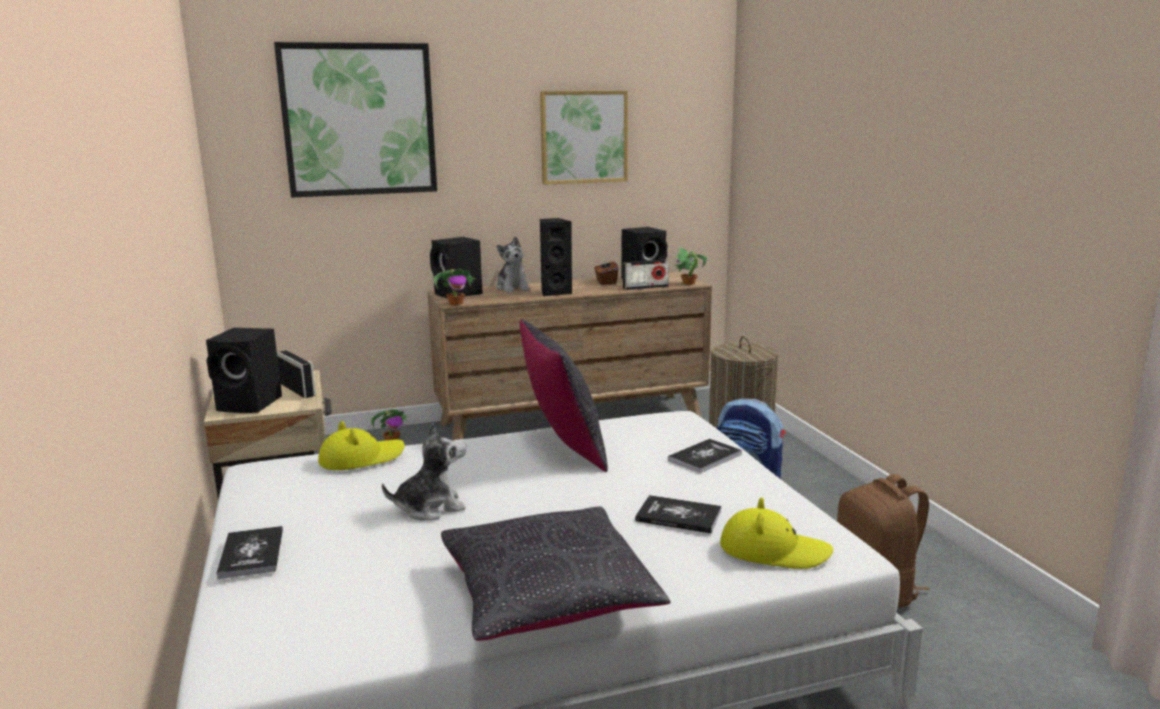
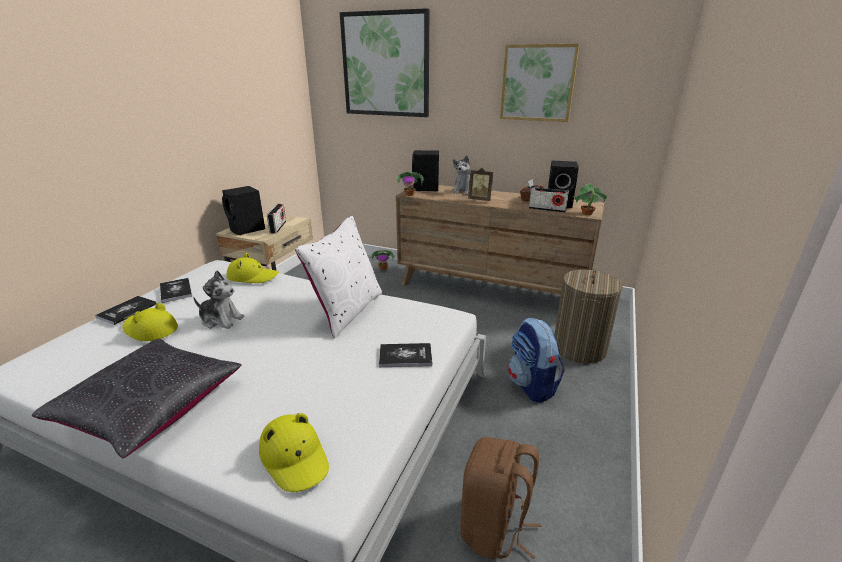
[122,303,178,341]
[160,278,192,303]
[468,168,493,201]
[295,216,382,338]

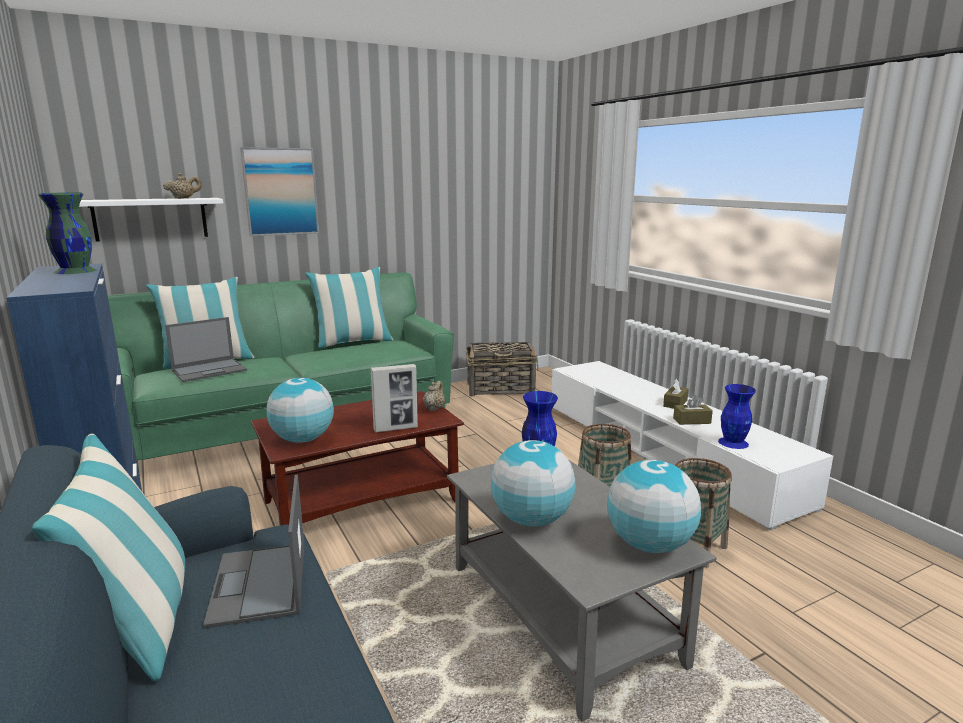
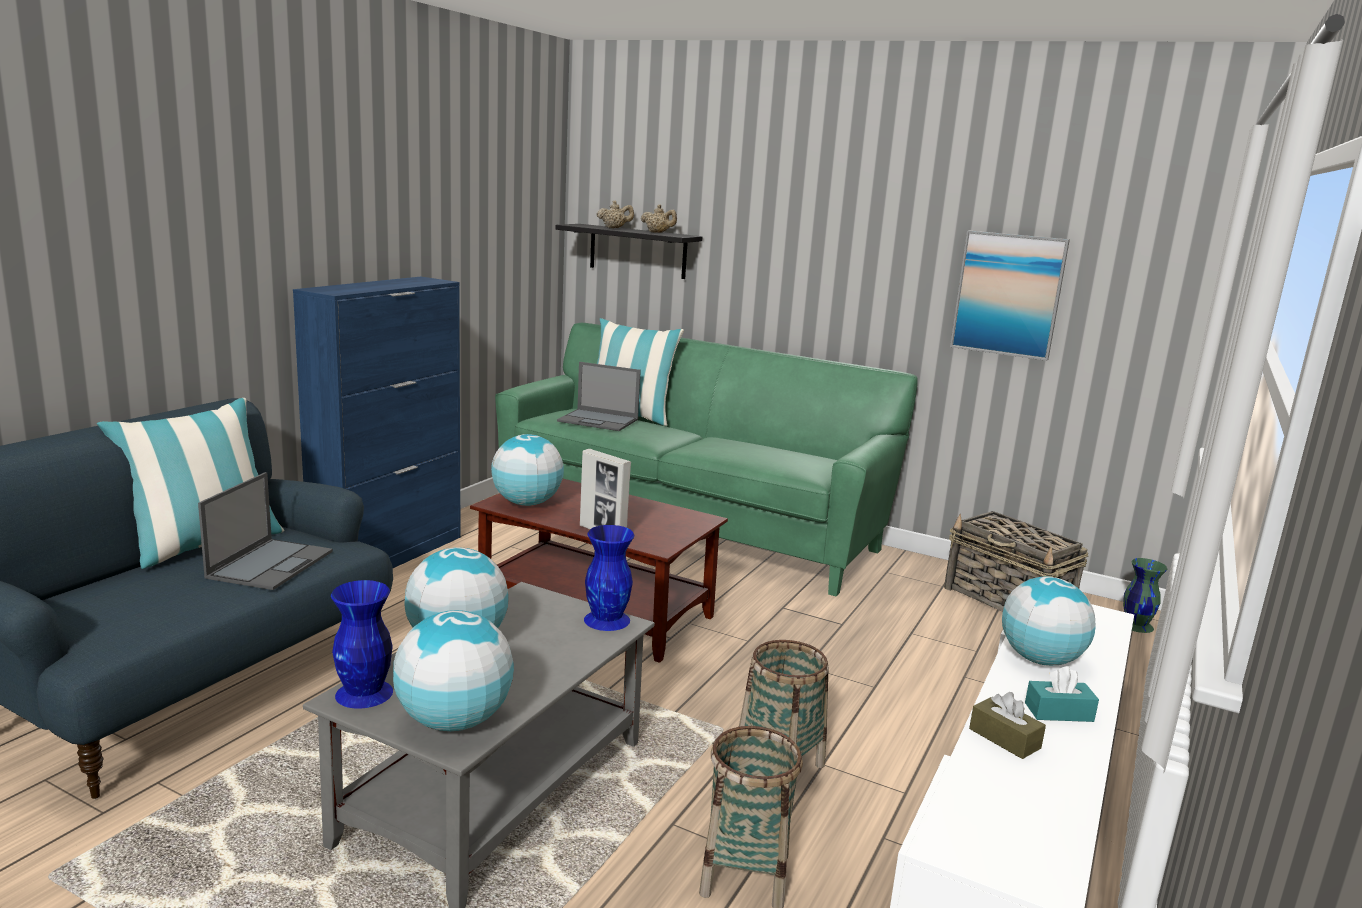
[305,267,394,348] (first image)
[1002,577,1096,666]
[1123,558,1167,633]
[950,231,1070,361]
[596,201,634,228]
[331,580,393,709]
[555,224,702,279]
[1025,666,1099,722]
[198,472,333,590]

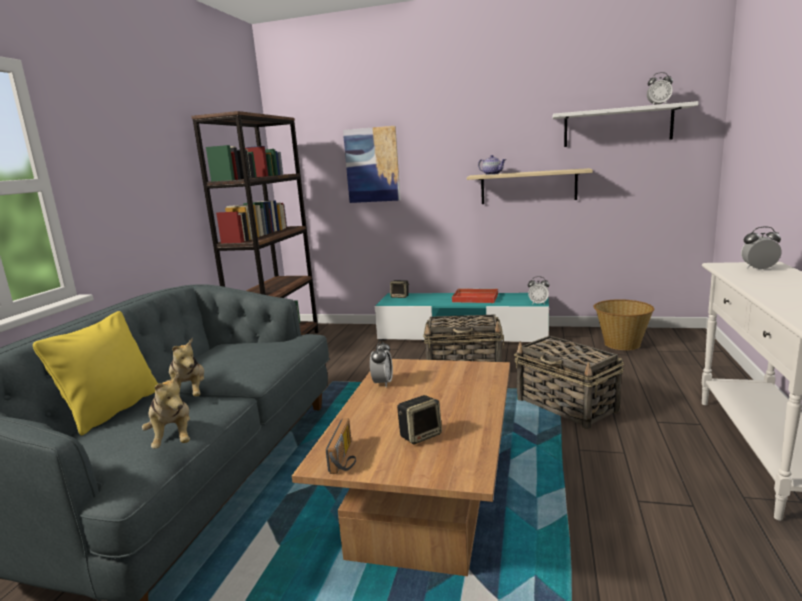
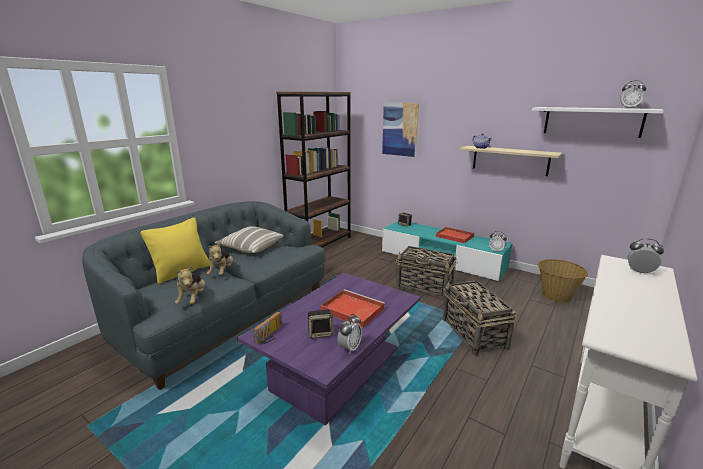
[215,226,284,253]
[320,289,385,328]
[338,314,362,354]
[237,273,420,426]

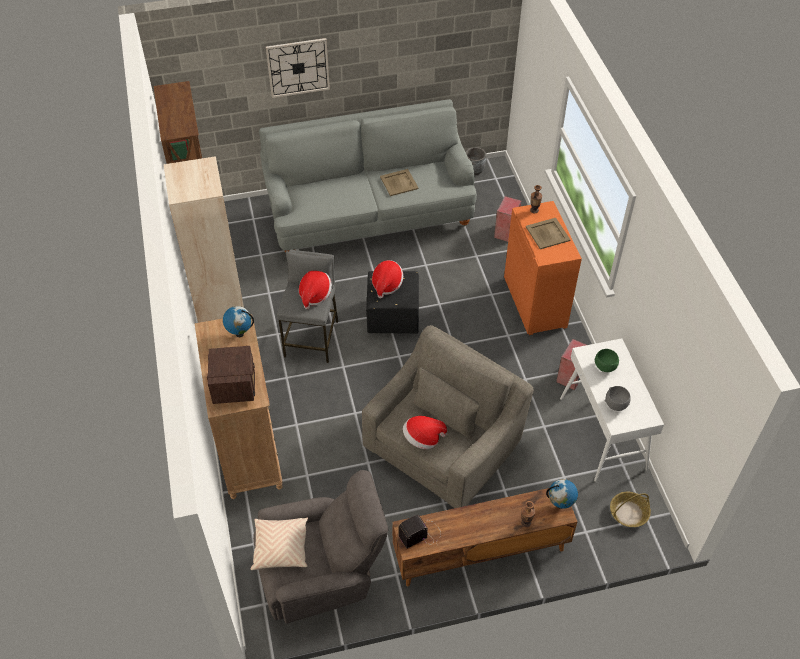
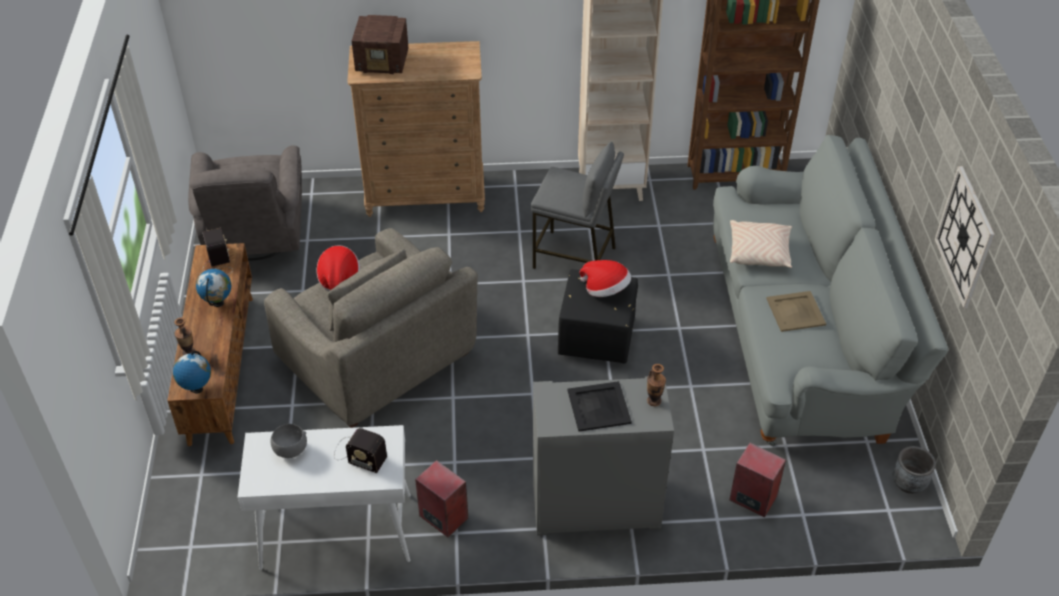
[299,271,332,309] (first image)
[610,492,651,527] (first image)
[196,269,231,307]
[730,220,792,268]
[935,166,995,308]
[334,428,387,473]
[533,376,674,536]
[567,381,632,432]

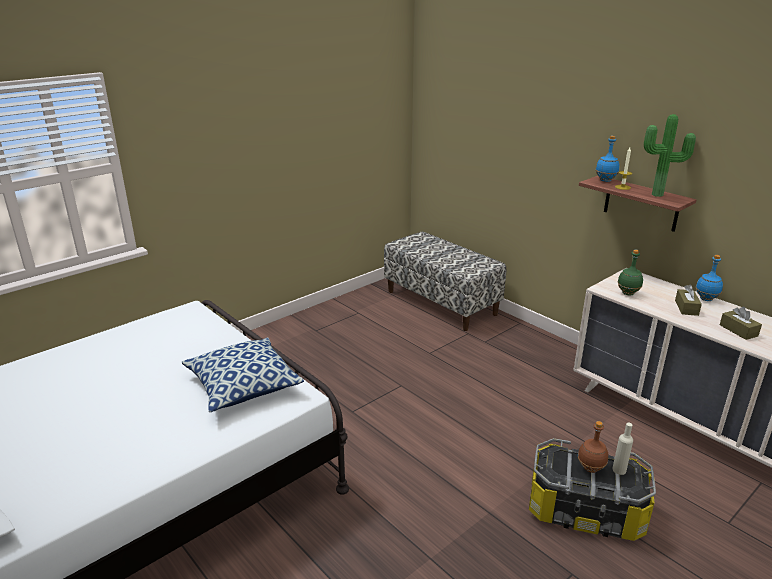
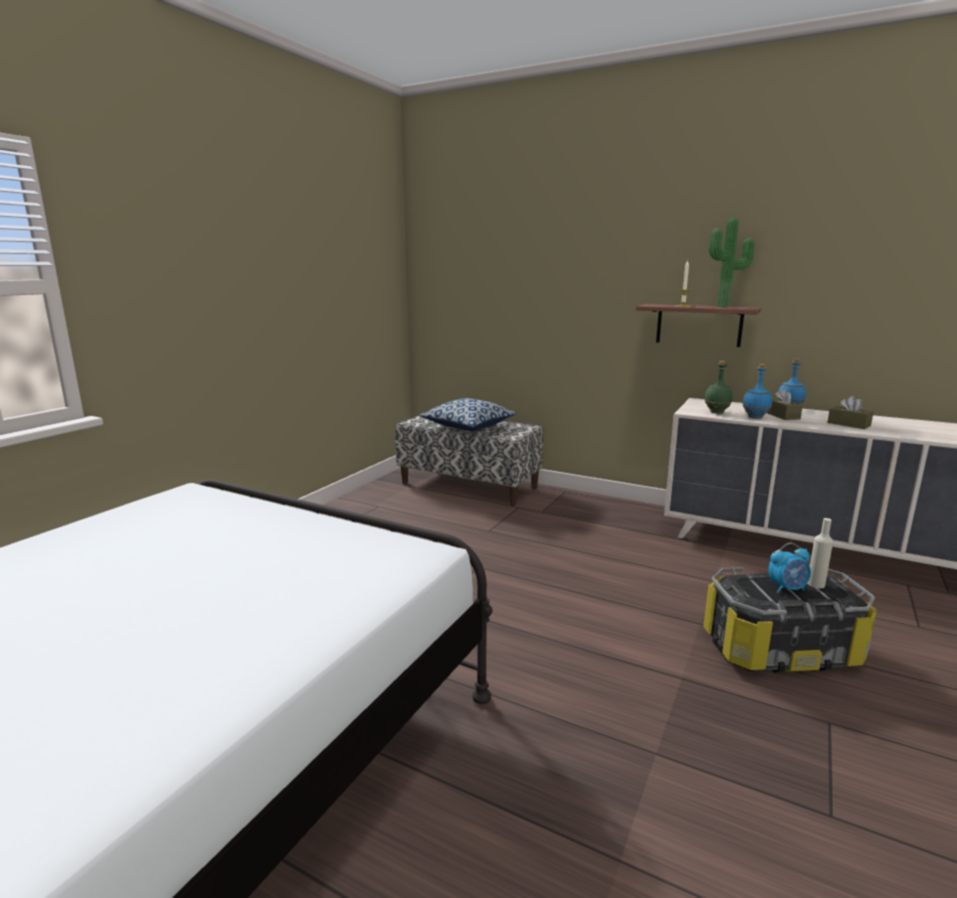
[419,398,516,431]
[743,364,772,419]
[768,543,811,593]

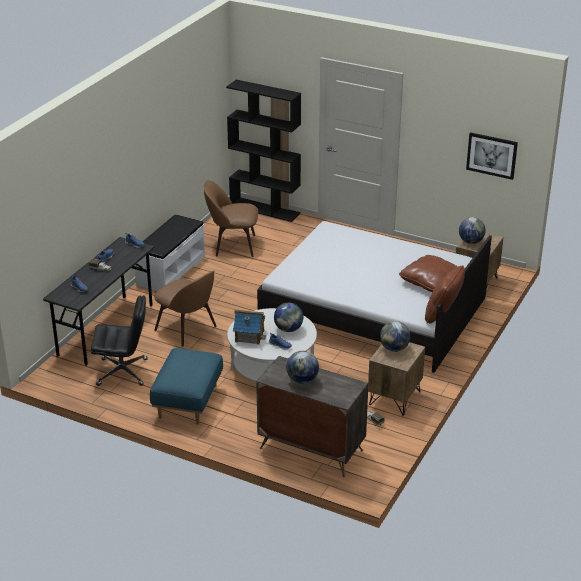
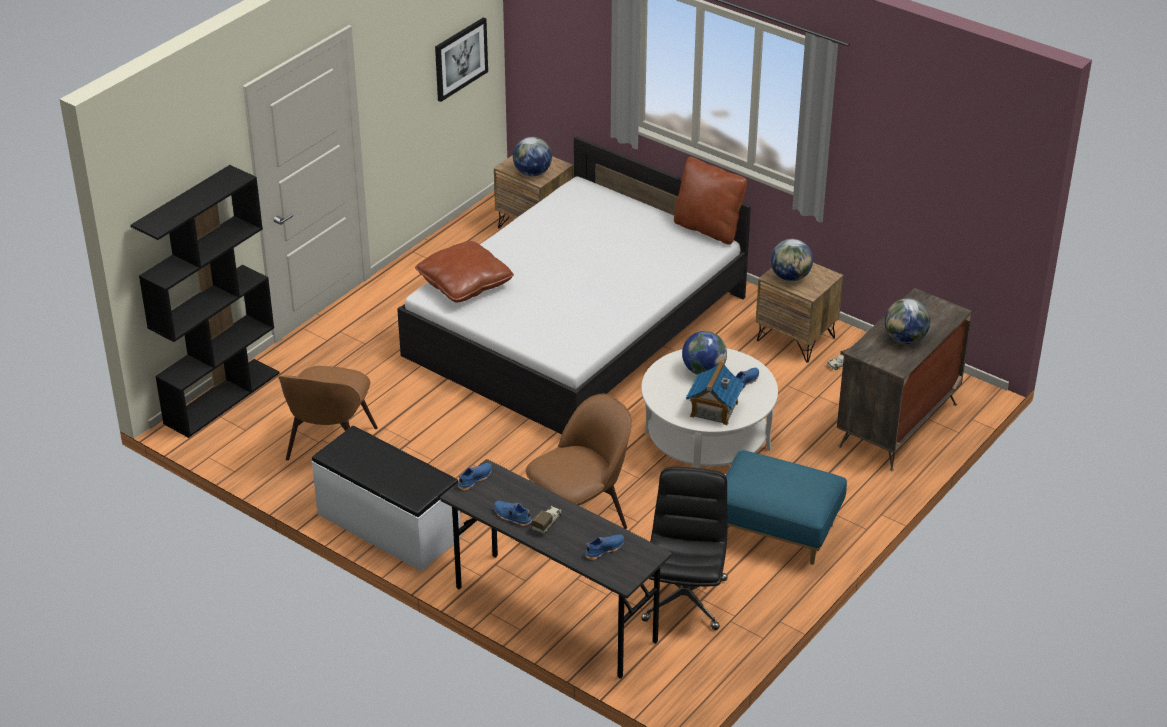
[415,241,514,302]

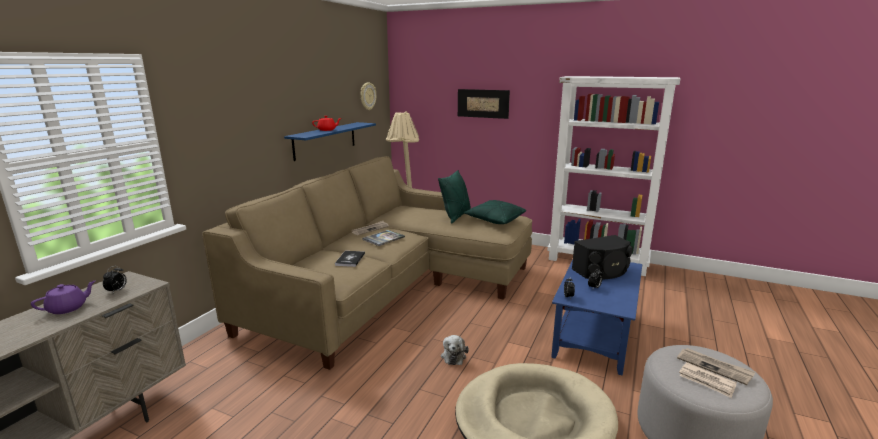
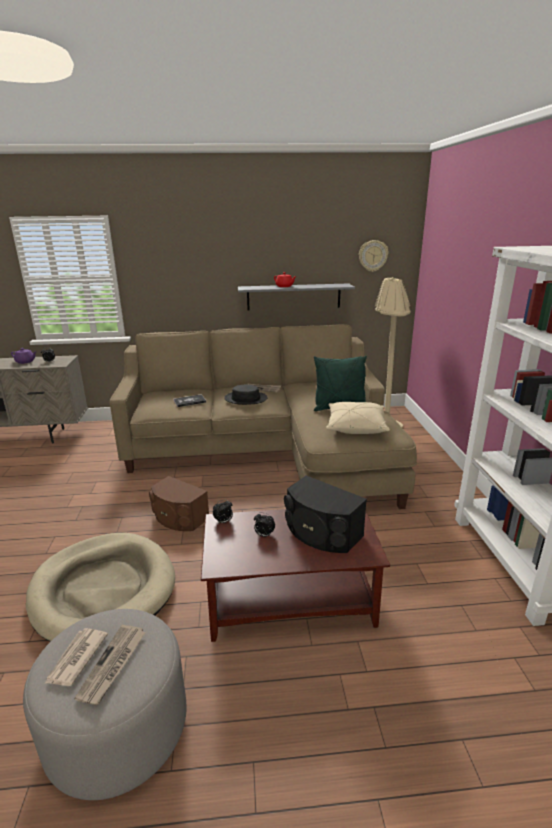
[458,89,510,119] (first image)
[224,385,268,405]
[149,476,209,531]
[238,283,355,310]
[326,402,390,434]
[201,509,390,642]

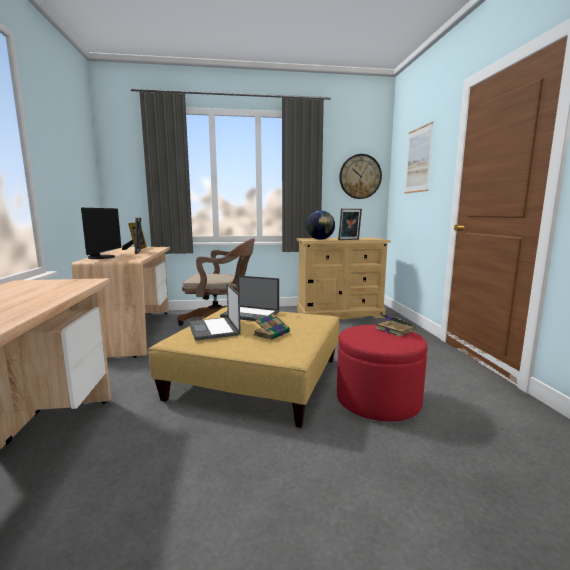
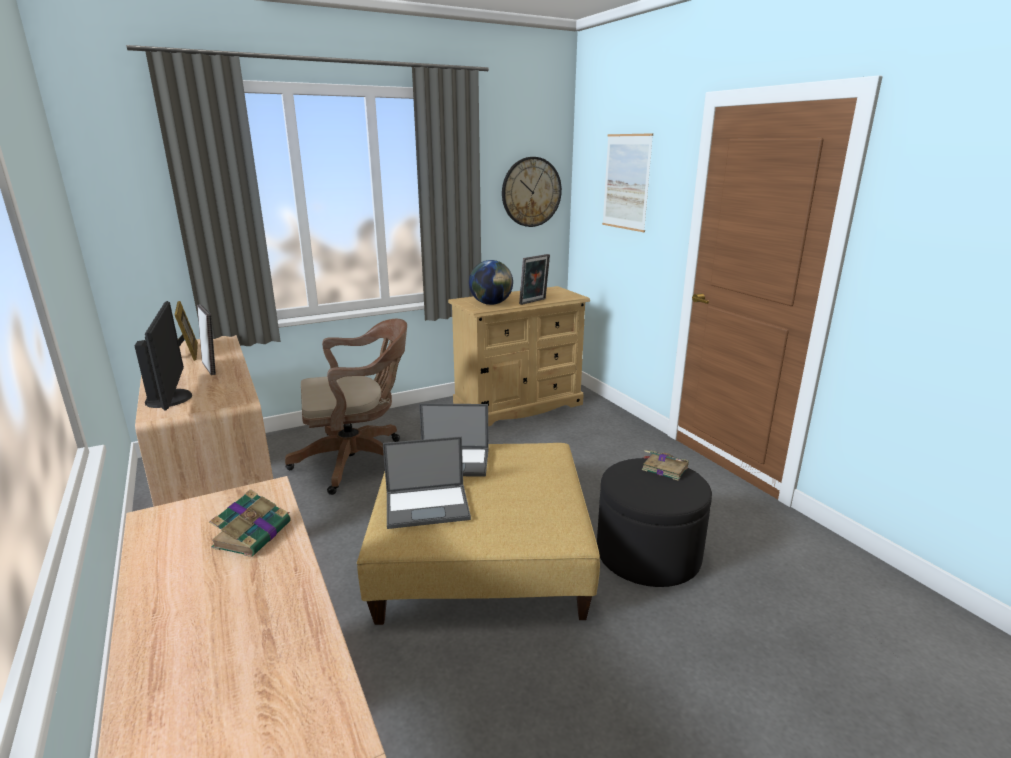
[209,489,291,557]
[597,458,712,587]
[383,436,471,529]

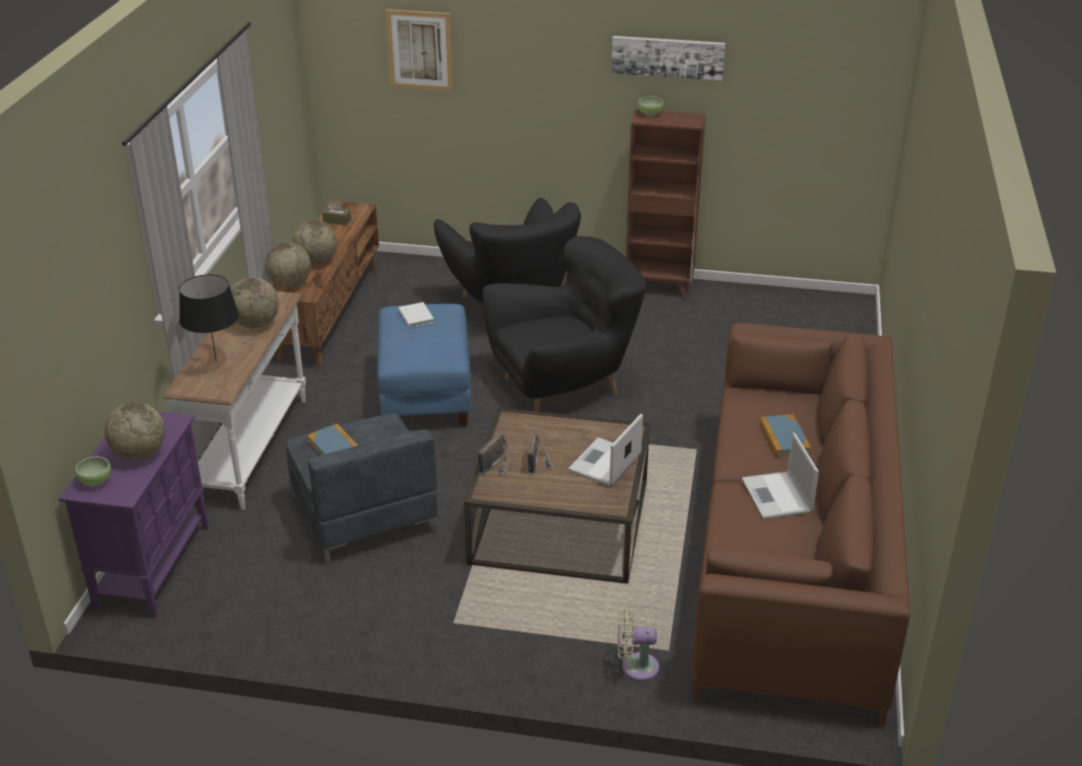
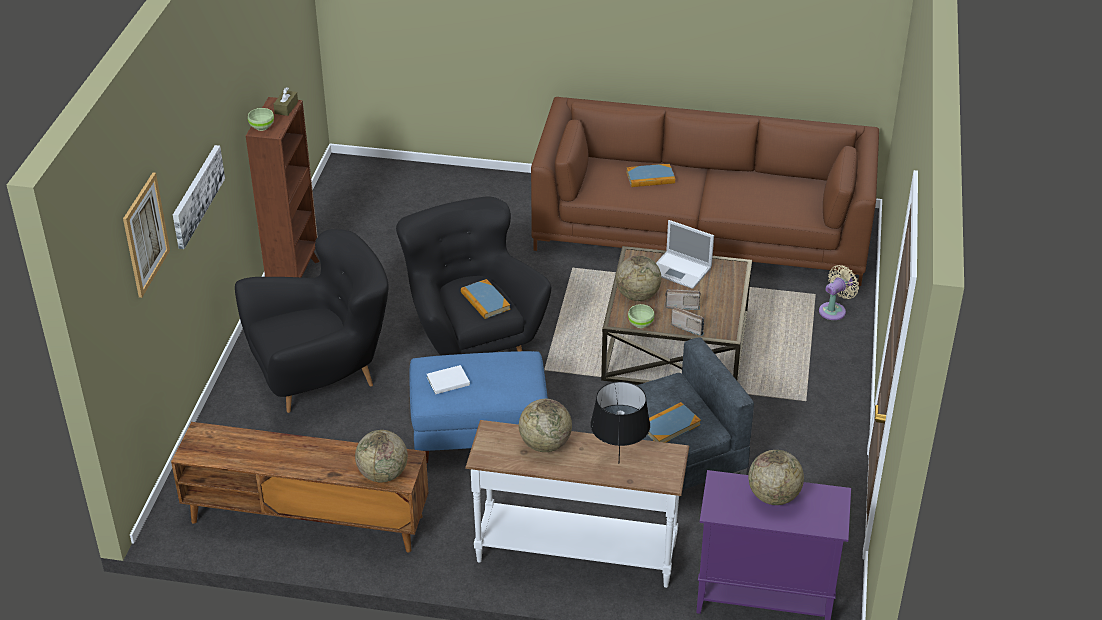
[742,433,819,519] (first image)
[461,279,510,319]
[628,304,655,328]
[616,255,661,301]
[273,87,298,116]
[173,145,225,249]
[819,265,859,320]

